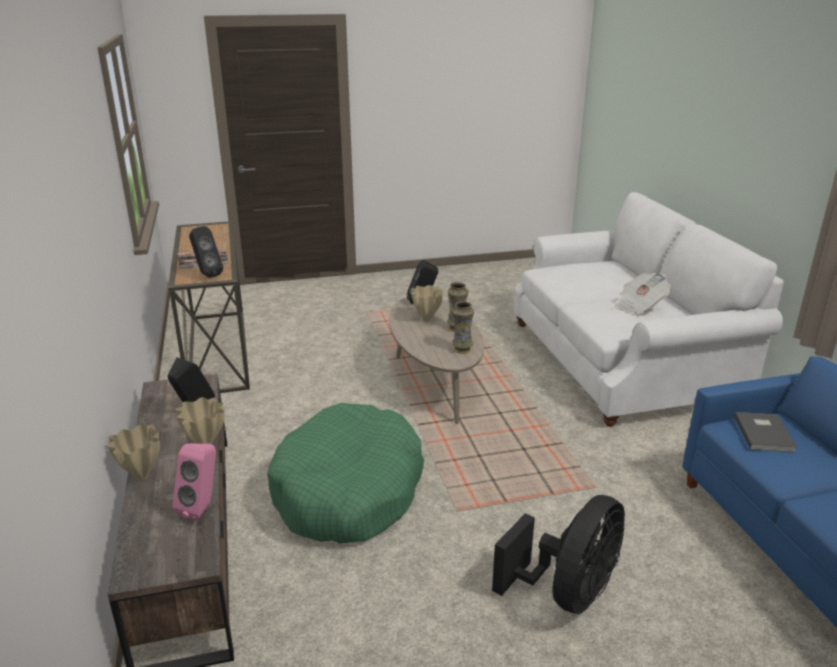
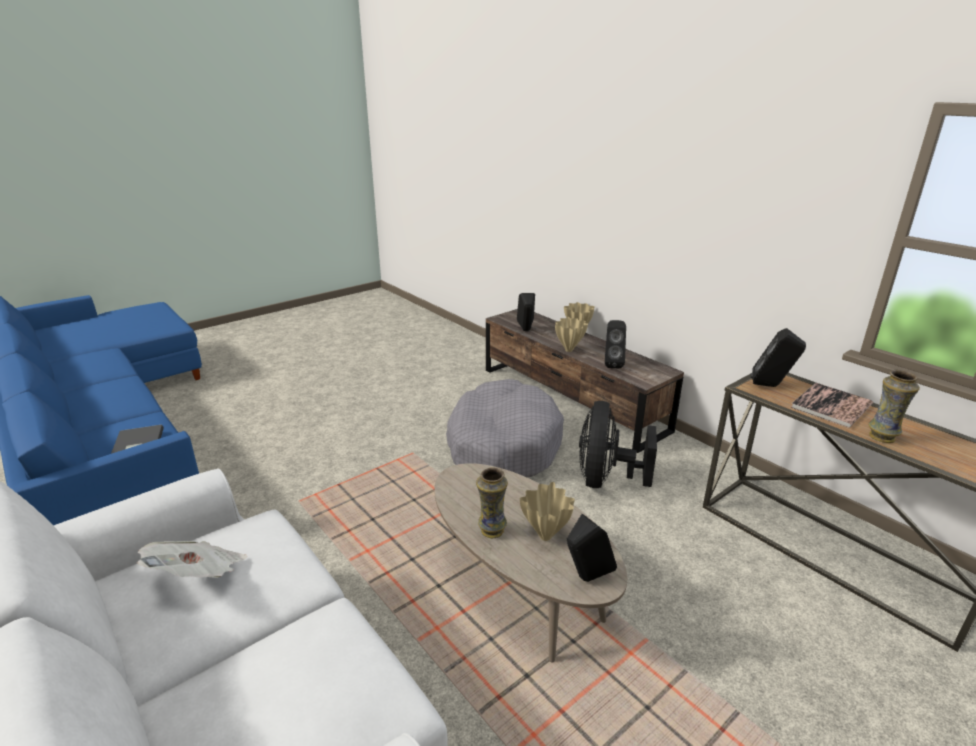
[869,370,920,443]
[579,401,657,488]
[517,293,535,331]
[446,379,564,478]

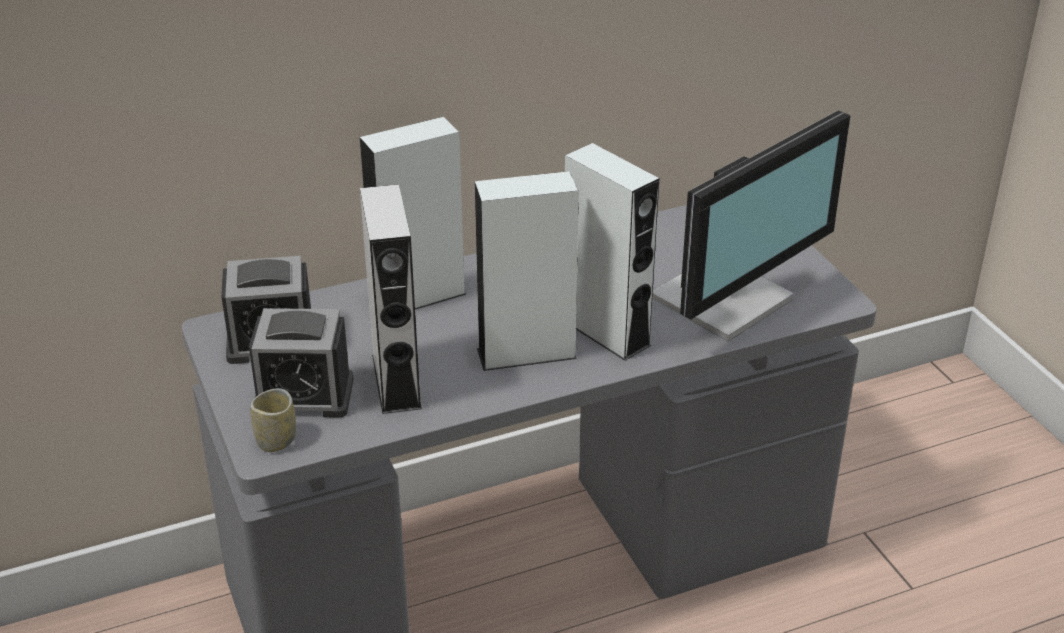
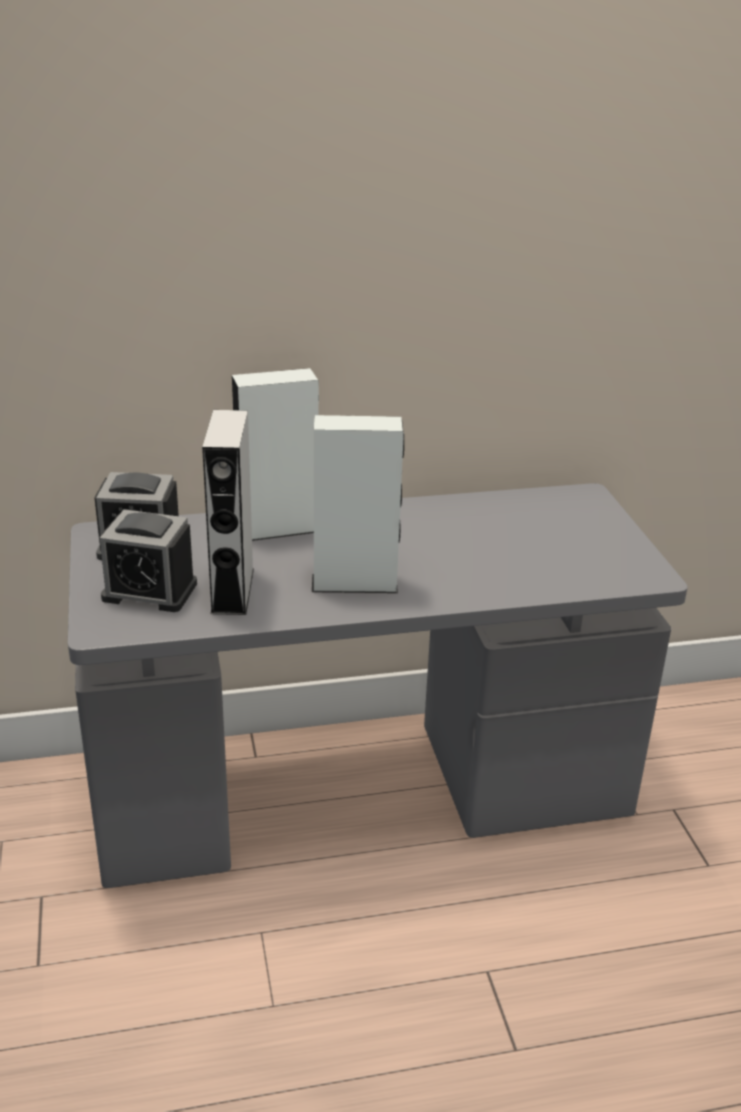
[250,388,296,452] (first image)
[565,143,659,361] (first image)
[652,110,851,341] (first image)

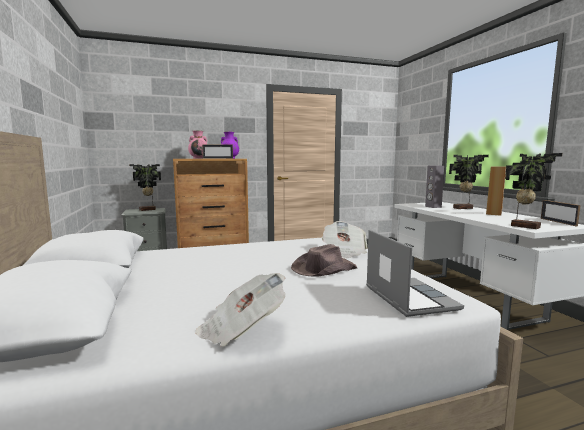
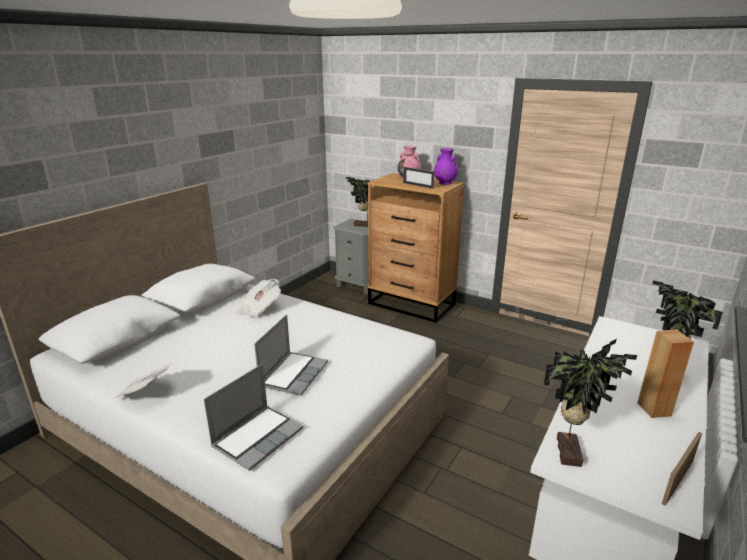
[425,166,444,208] (first image)
[236,279,281,317]
[254,315,328,396]

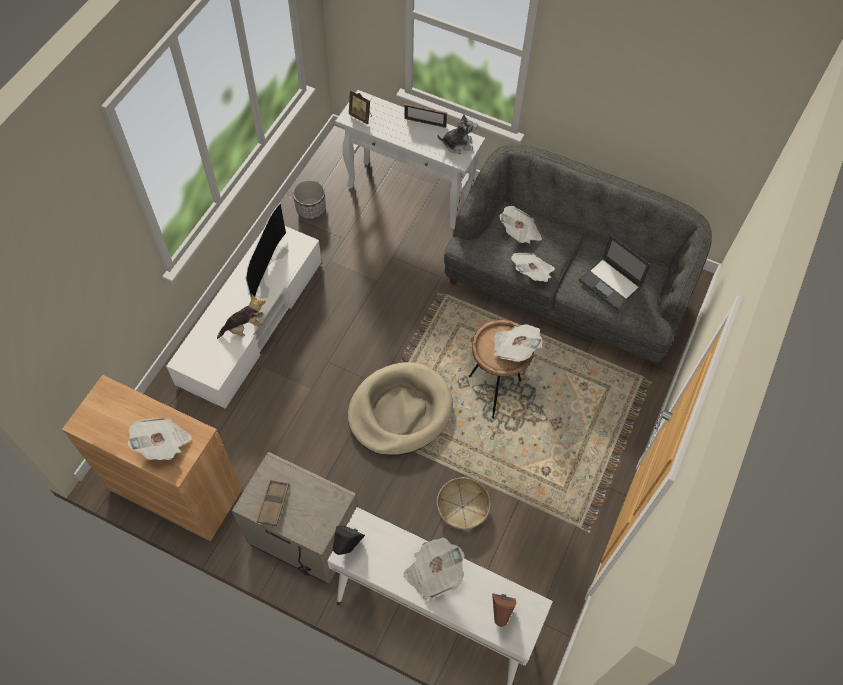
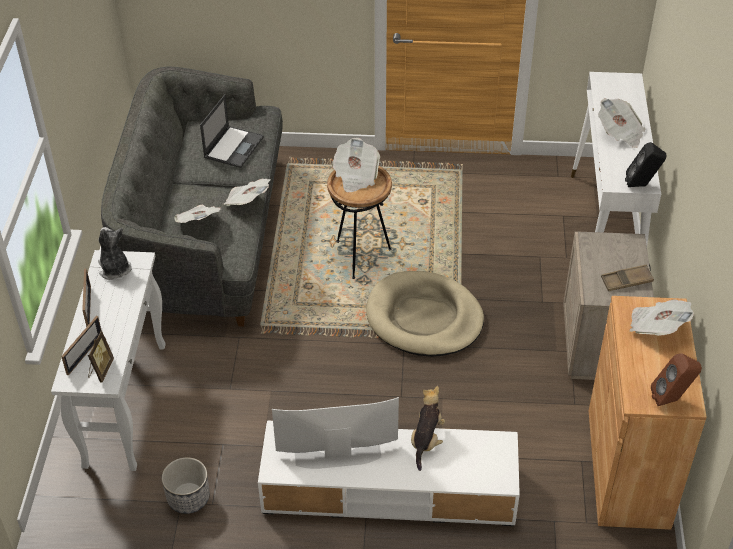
[437,477,491,531] (first image)
[61,316,102,376]
[651,353,702,406]
[411,386,445,471]

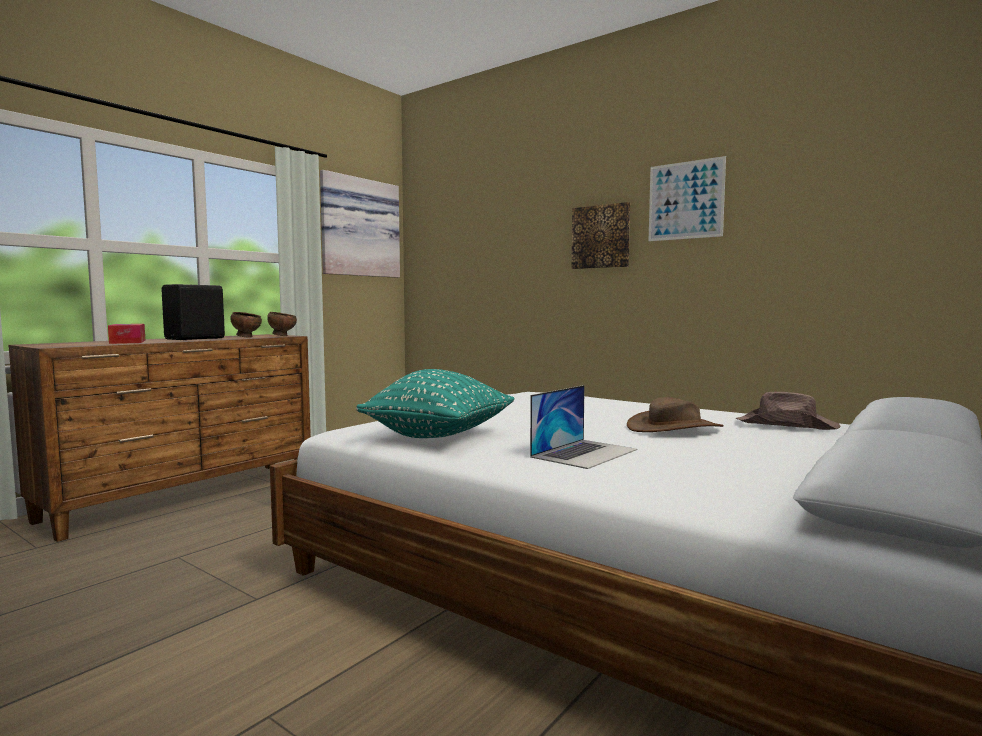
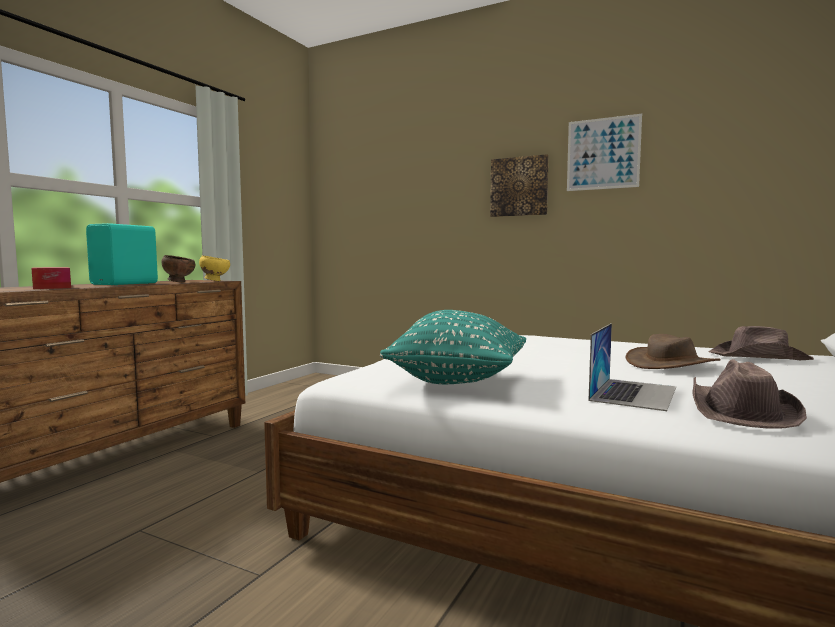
[320,170,400,278] (first image)
[692,359,807,429]
[86,223,158,285]
[199,256,230,281]

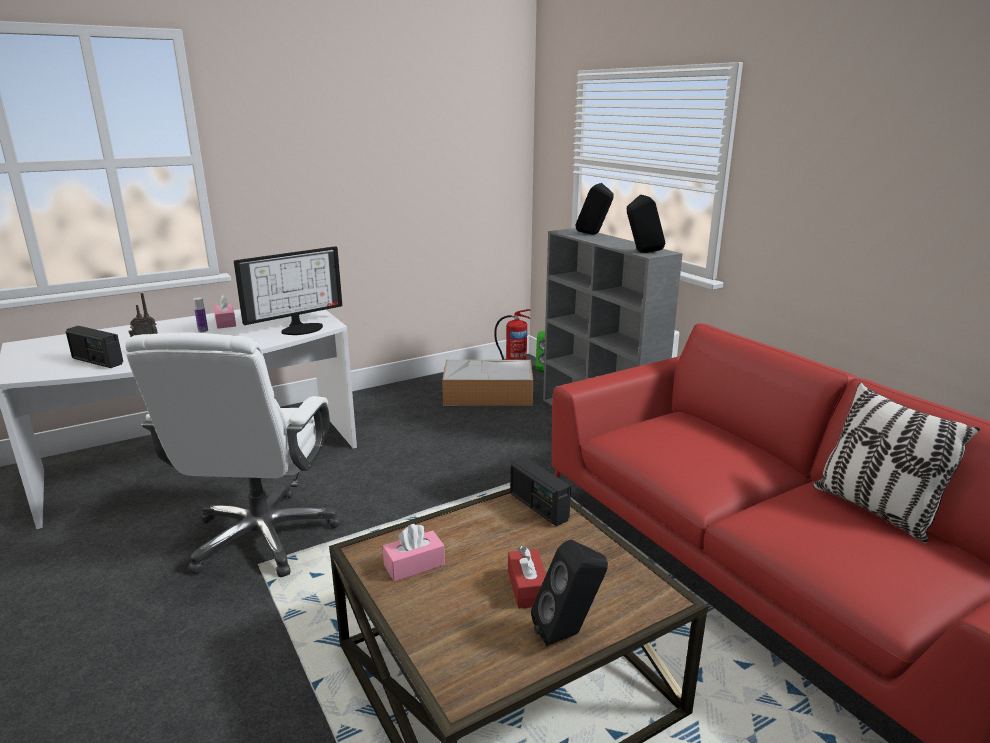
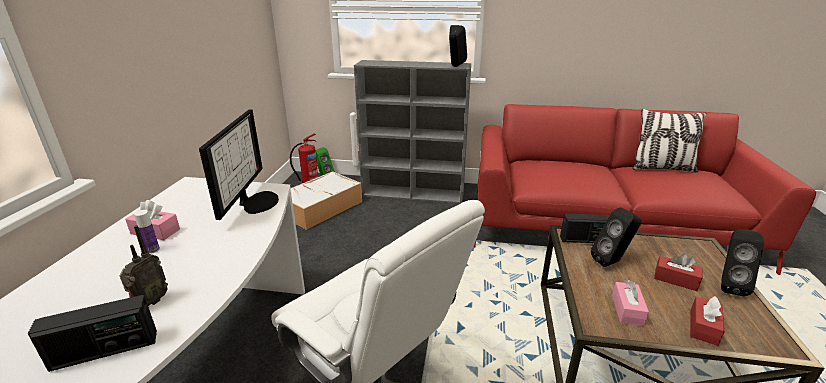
[690,296,725,346]
[591,207,642,267]

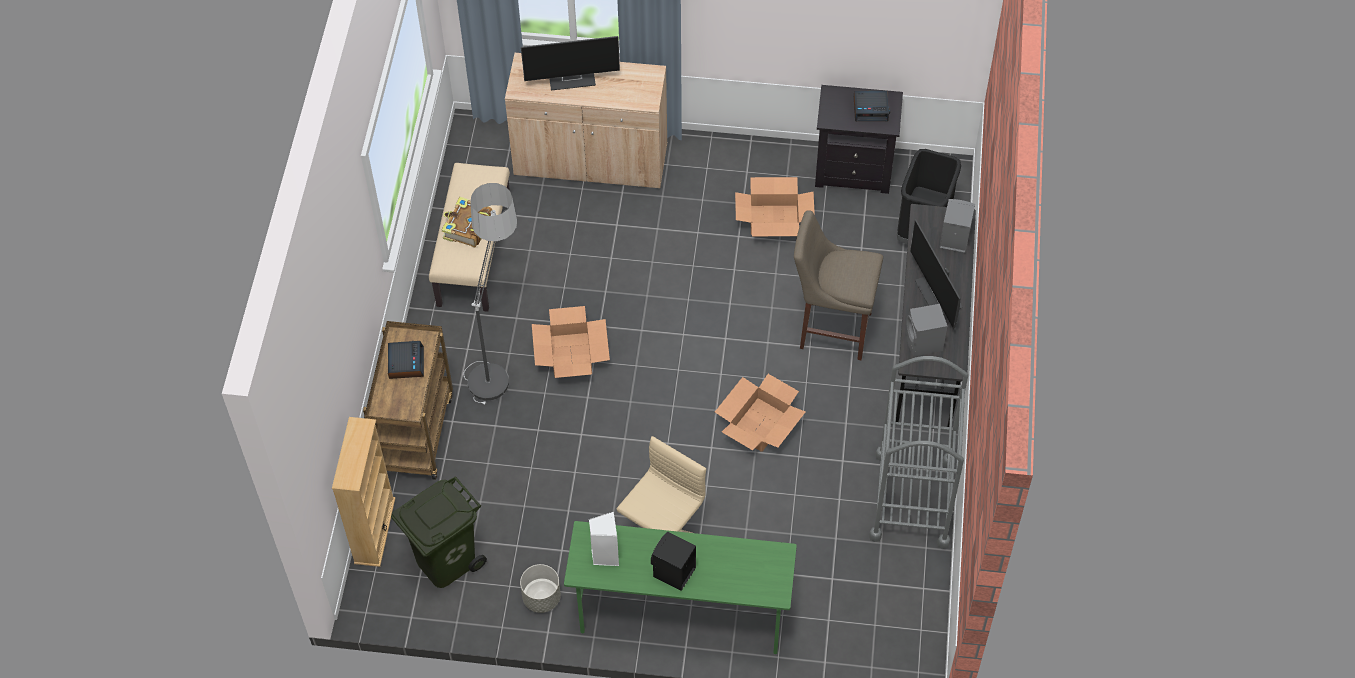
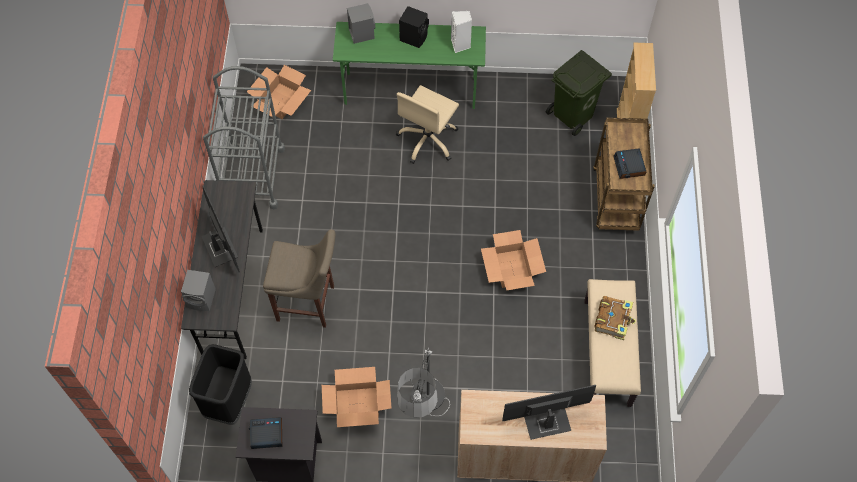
[520,564,561,613] (first image)
[397,348,450,417]
[247,65,311,119]
[347,3,375,44]

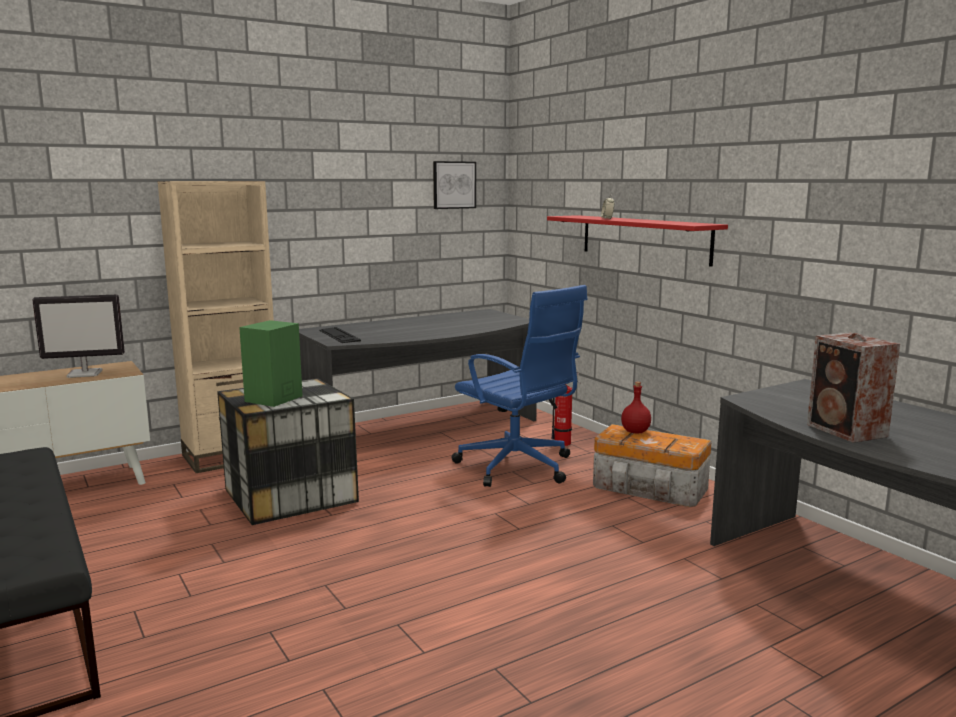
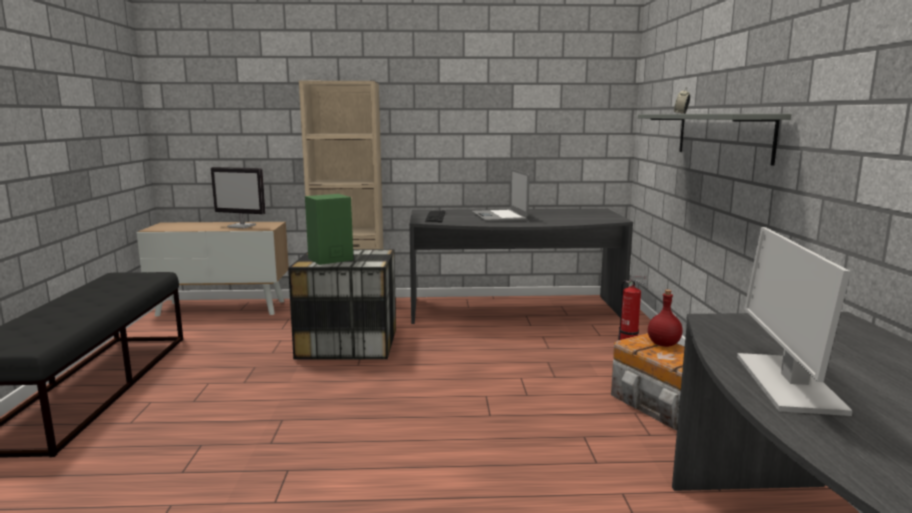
[433,161,476,209] (first image)
[452,285,587,487] (first image)
[472,169,530,222]
[737,227,853,416]
[638,114,791,166]

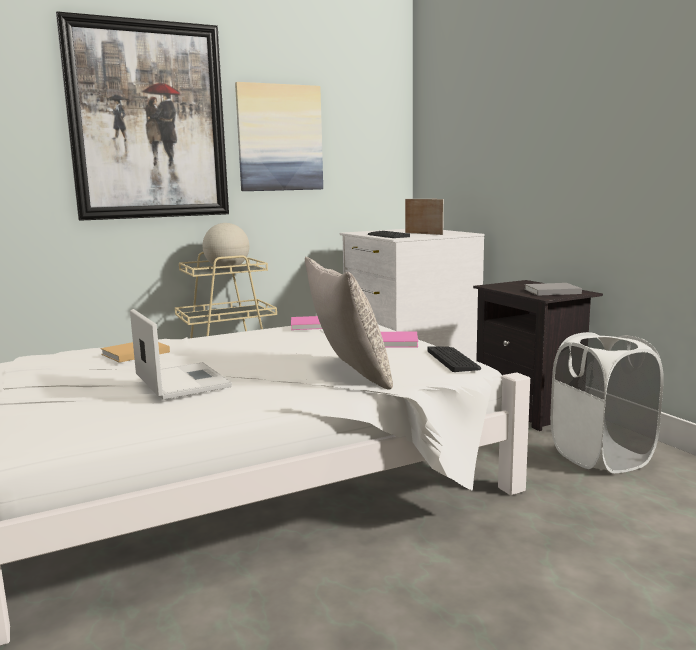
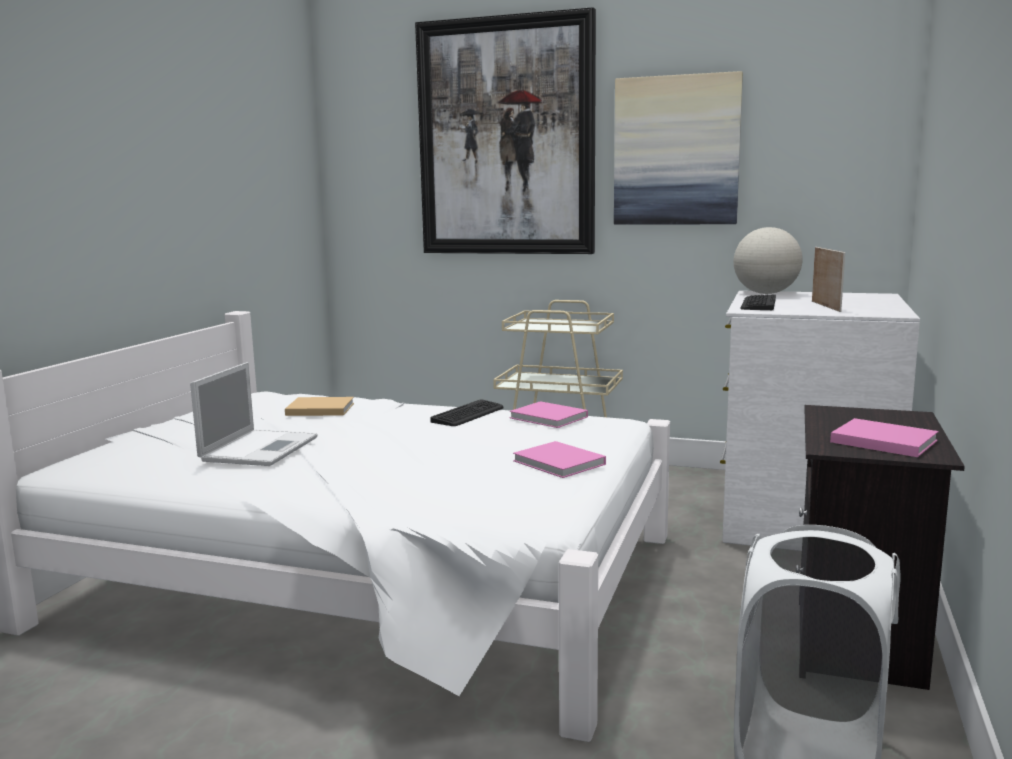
[305,257,393,390] (first image)
[734,227,803,294]
[430,399,503,426]
[830,418,938,457]

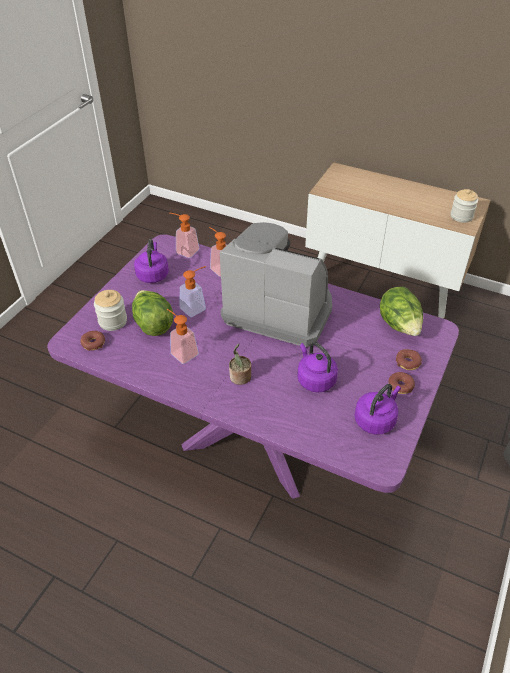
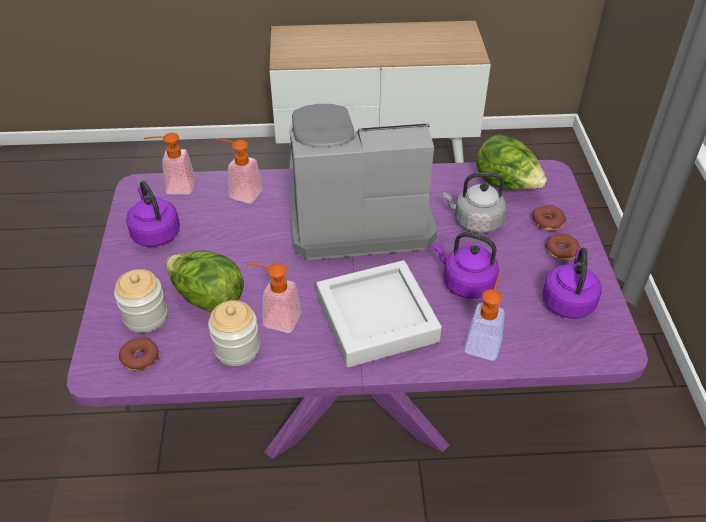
[442,172,506,233]
[464,274,505,361]
[208,300,260,366]
[316,260,442,368]

